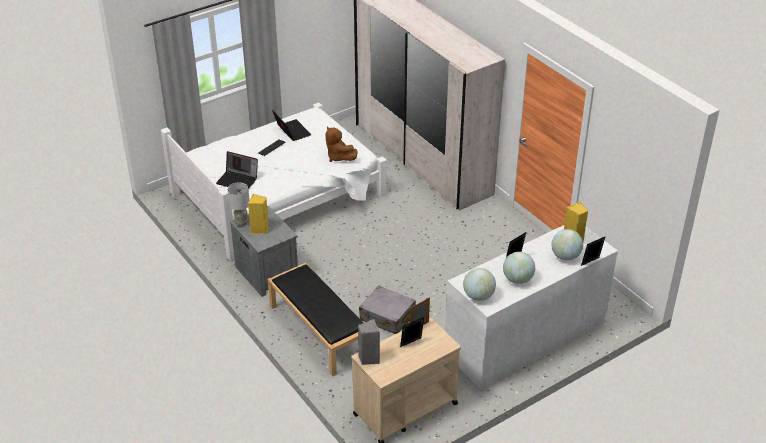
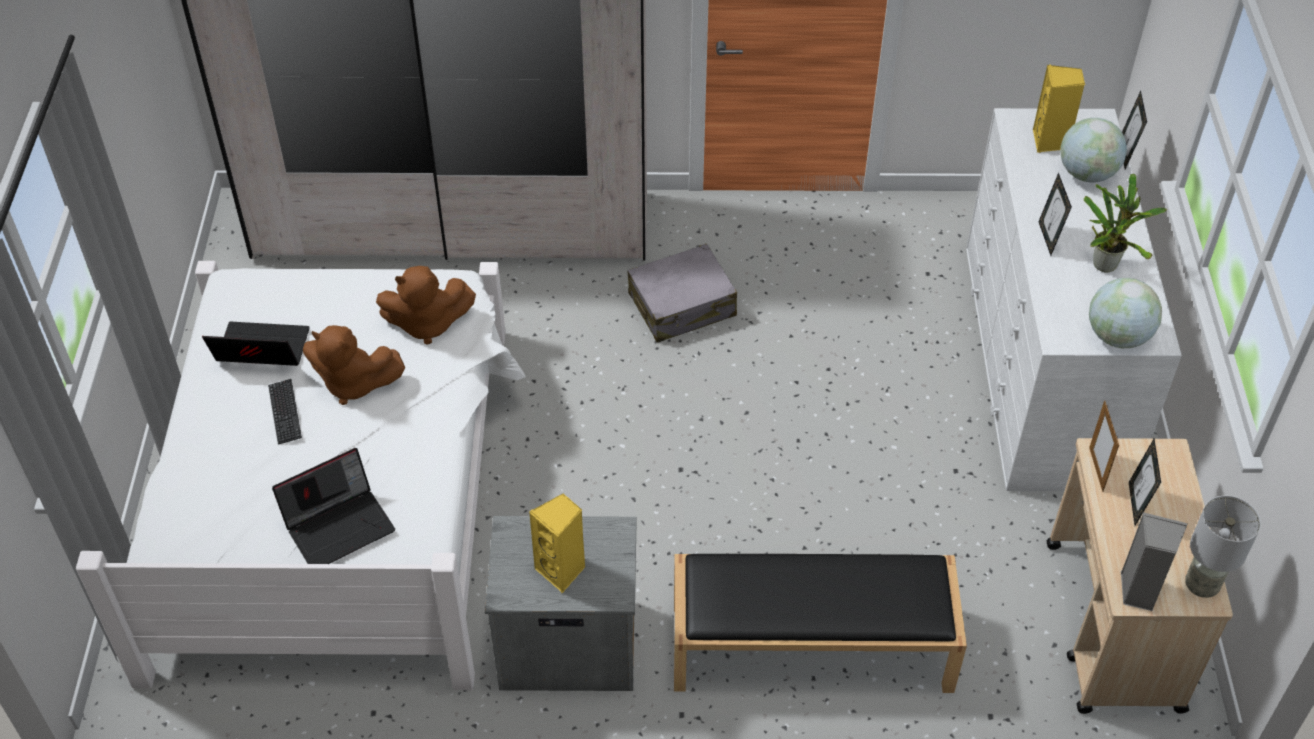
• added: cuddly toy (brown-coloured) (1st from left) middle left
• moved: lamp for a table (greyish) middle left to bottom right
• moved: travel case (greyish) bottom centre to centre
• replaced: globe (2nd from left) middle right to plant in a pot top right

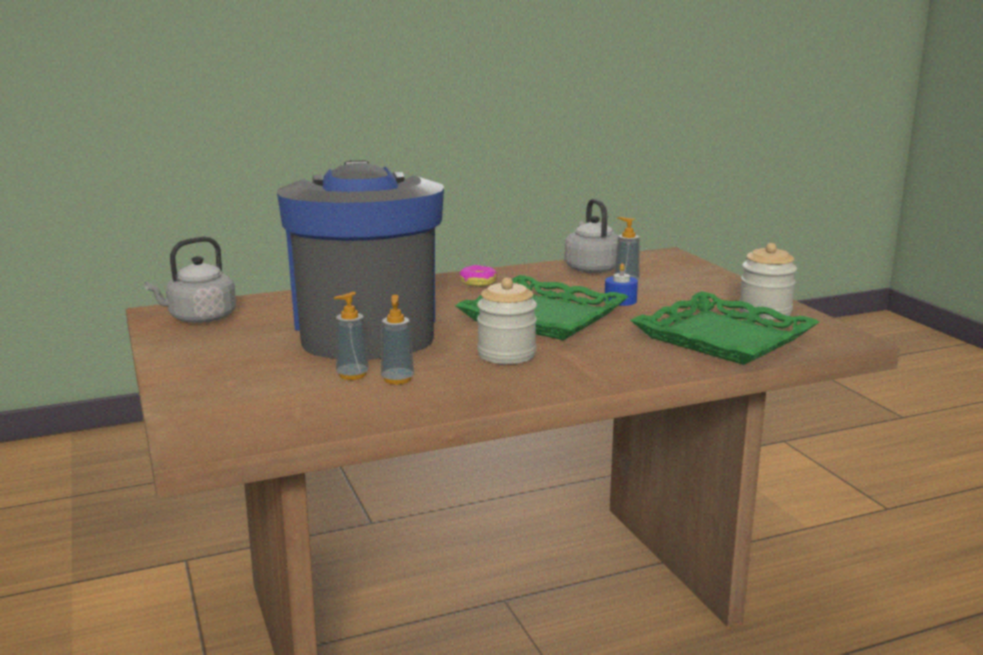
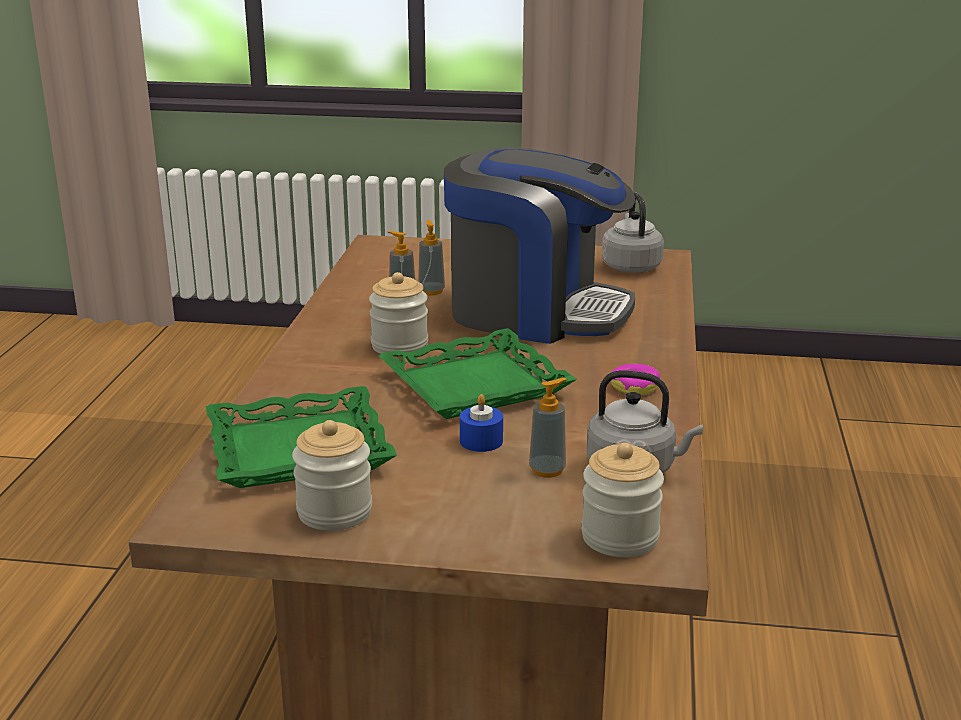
• added: preserve jar (3rd from left) bottom centre

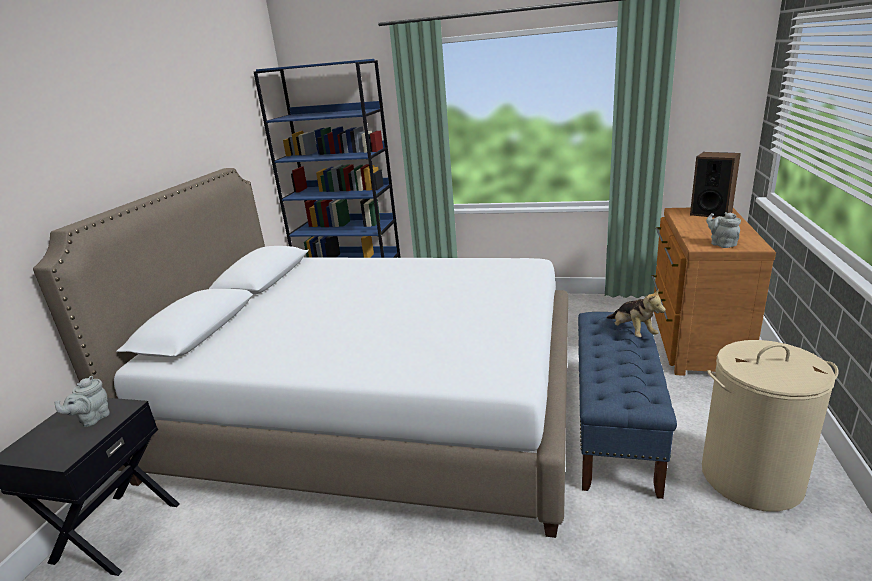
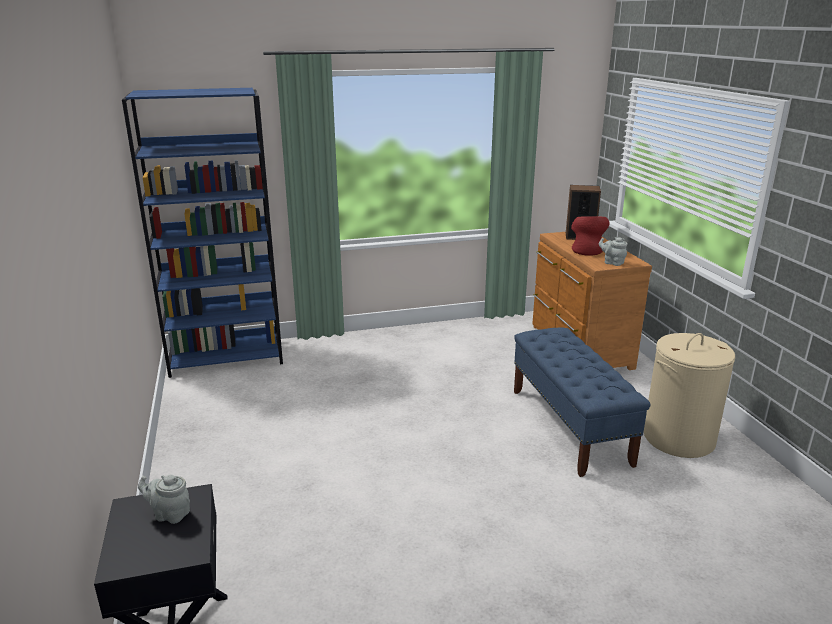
• removed: sleeping bed (white-coloured) centre
• removed: cuddly toy middle right
• added: decorative vase (red) middle right
• turned: pot for tea (greyish) (1st from left) bottom left = bottom left 105 degrees clockwise

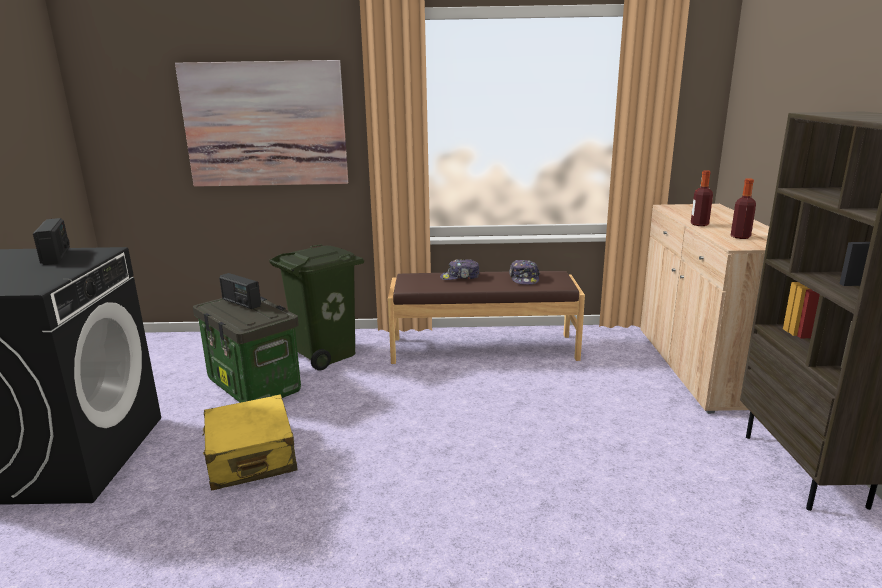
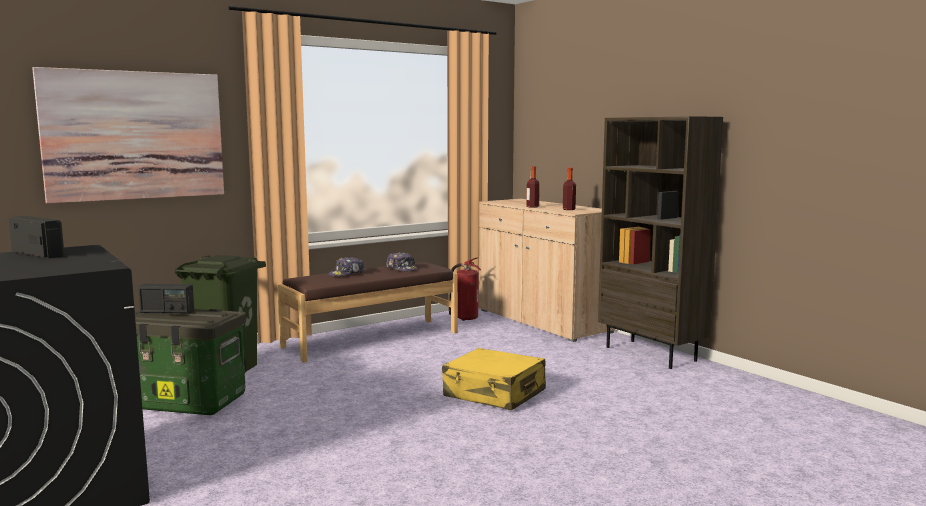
• added: extinguisher centre
• moved: travel case (yellow-coloured) bottom left to bottom centre

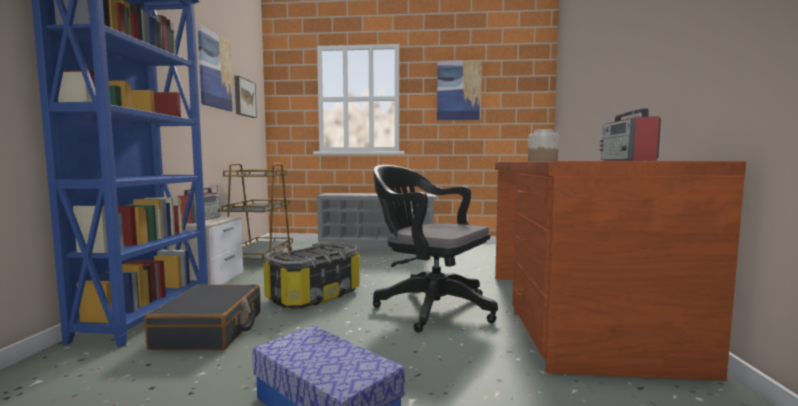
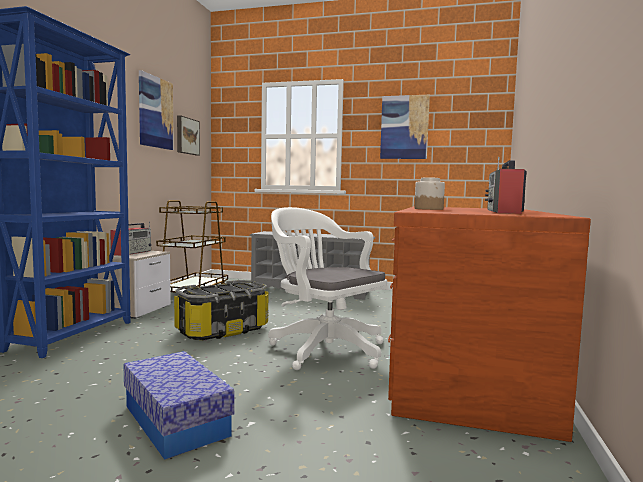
• removed: travel case (black-coloured) bottom left
• recoloured: office chair (black-coloured) centre to office chair (white-coloured) centre

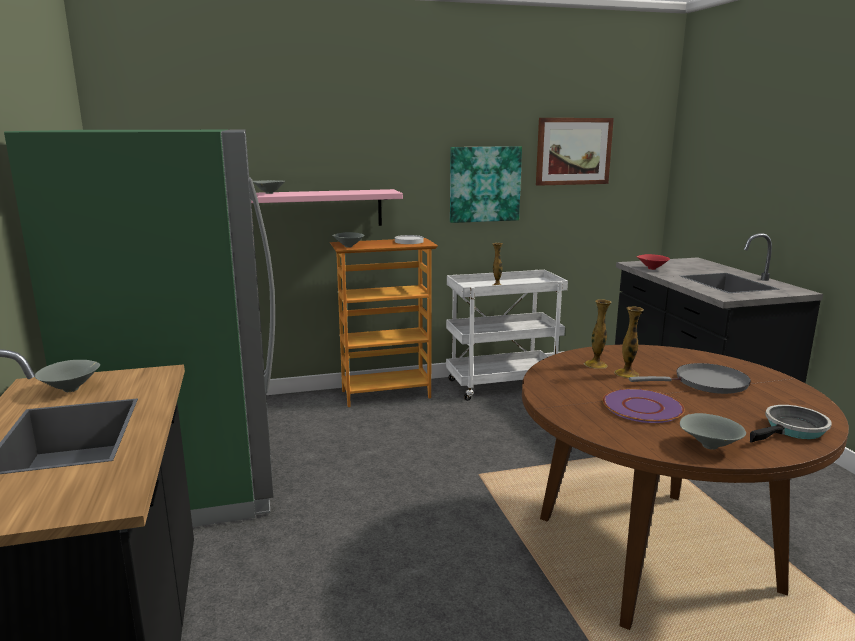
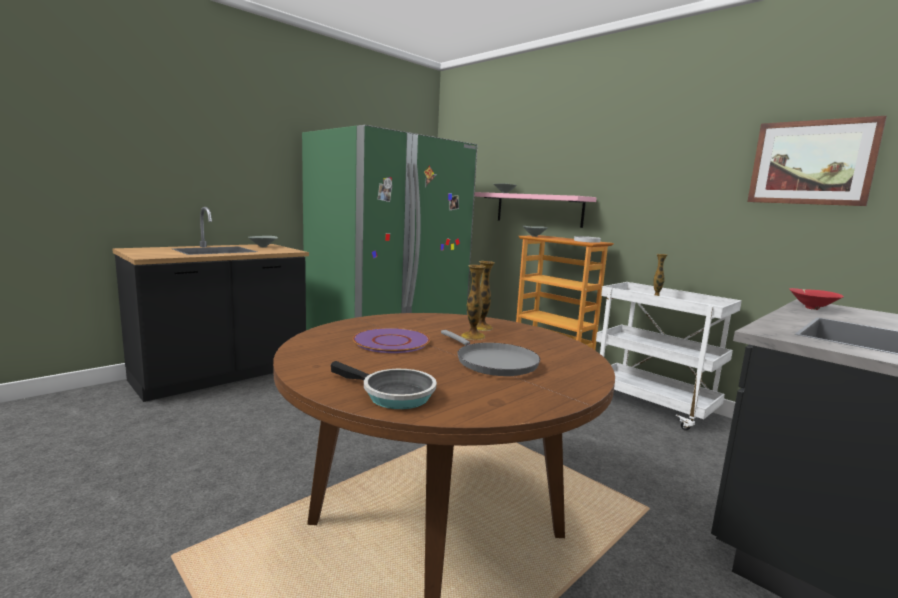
• removed: wall art (1st from left) top centre
• removed: bowl (greyish) (4th from left) bottom right

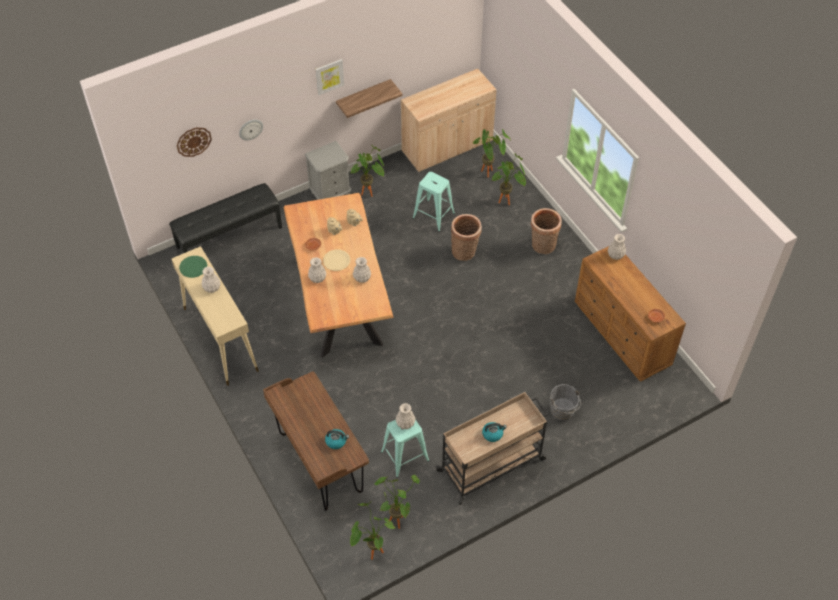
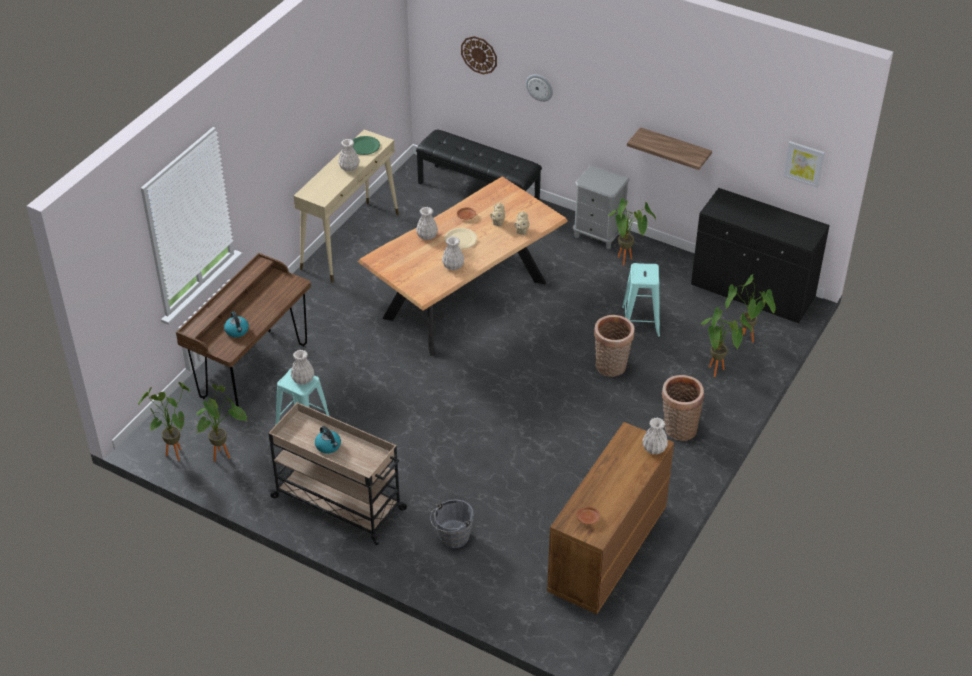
• moved: wall art top centre to top right
• recoloured: storage cabinet (beige-coloured) top centre to storage cabinet (black-coloured) middle right

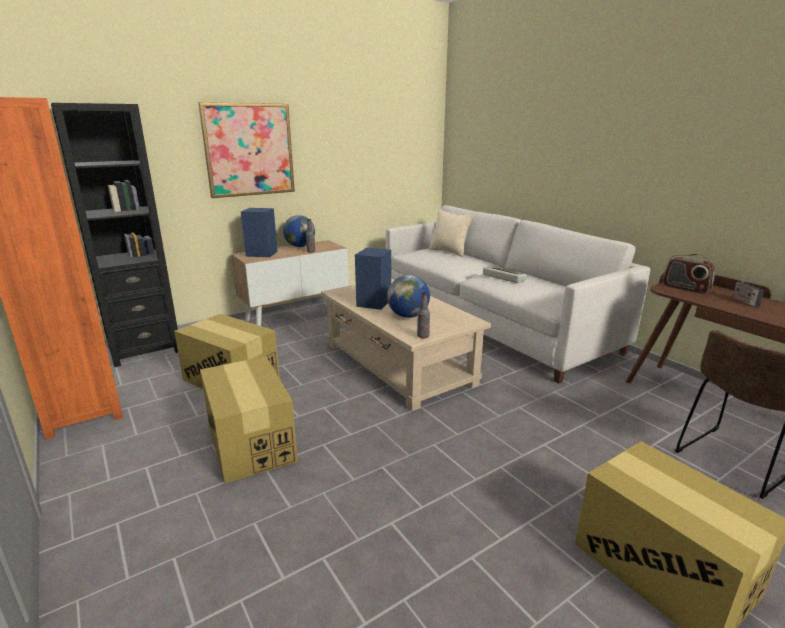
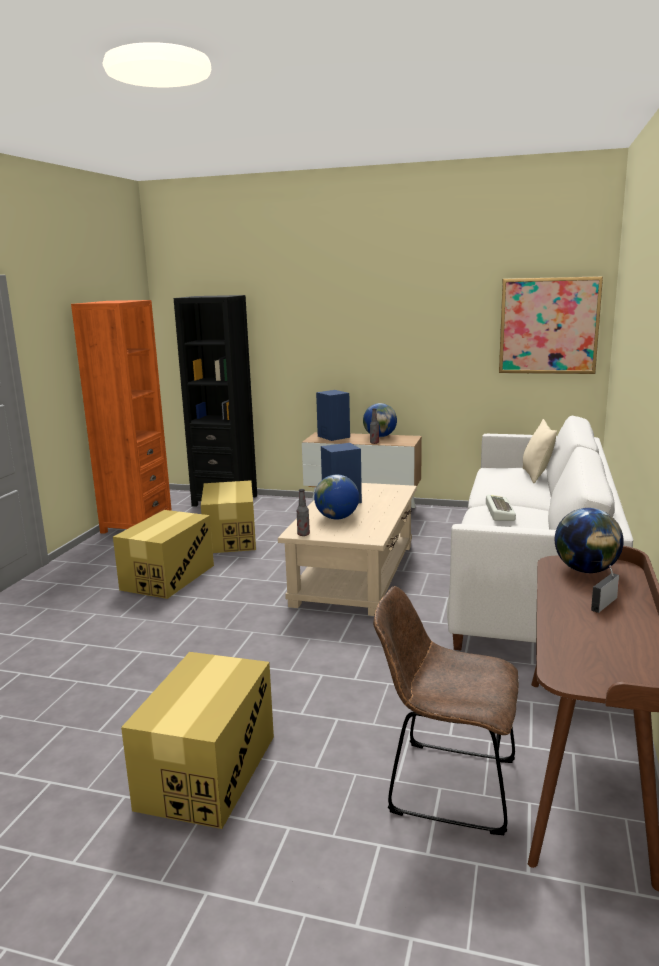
• moved: wall art top left to middle right
• replaced: radio receiver (1st from left) middle right to globe (3rd from left) middle right

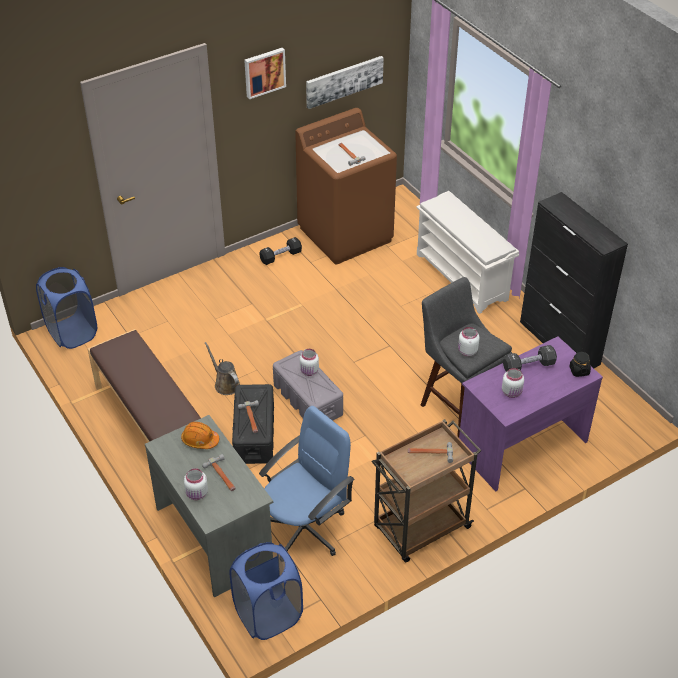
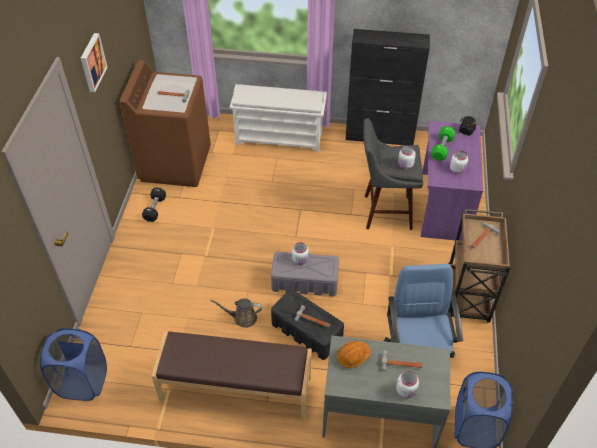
• removed: wall art (2nd from left) top centre
• recoloured: dumbbell (black-coloured) (2nd from left) middle right to dumbbell (green) top right

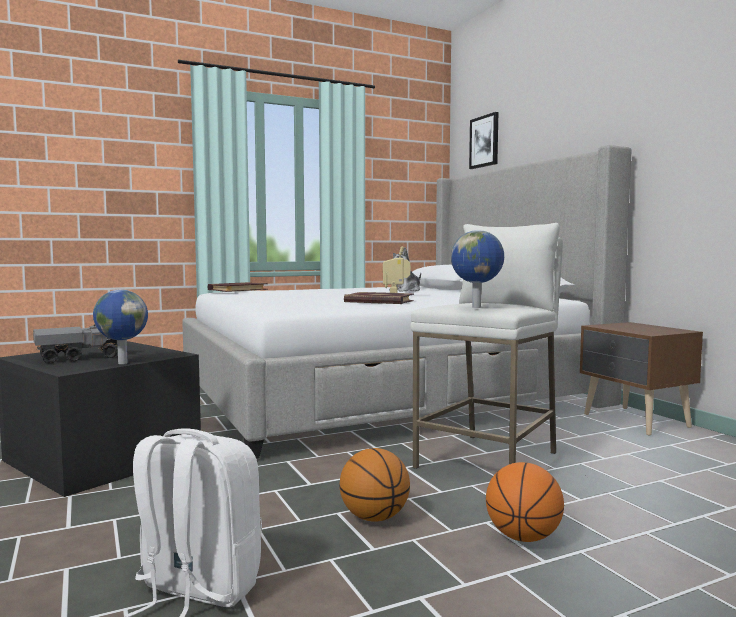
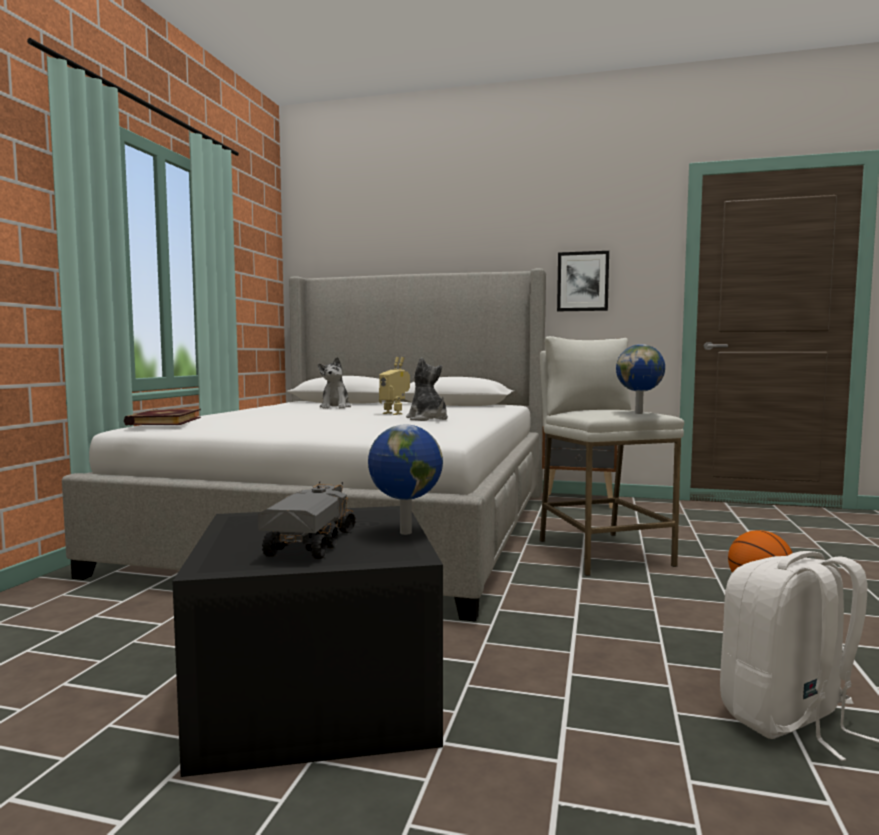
• removed: basketball ball (1st from left) bottom centre
• moved: wall art top centre to centre
• replaced: book (2nd from left) centre to cuddly toy (2nd from left) centre

